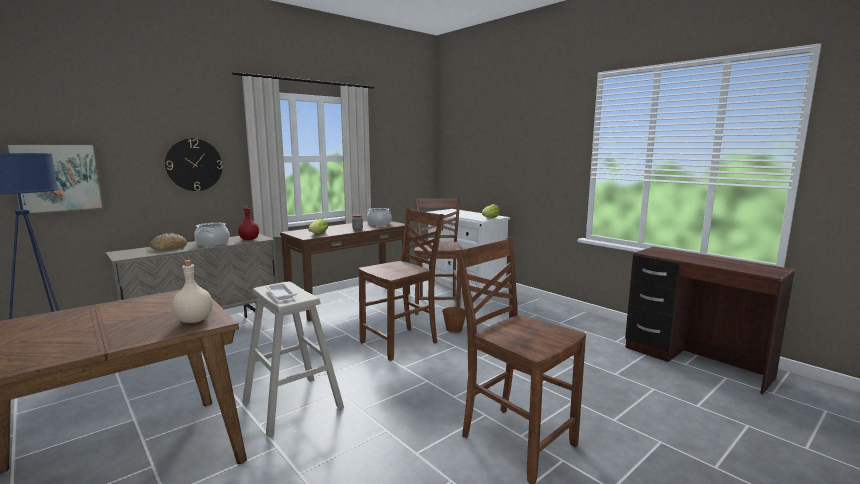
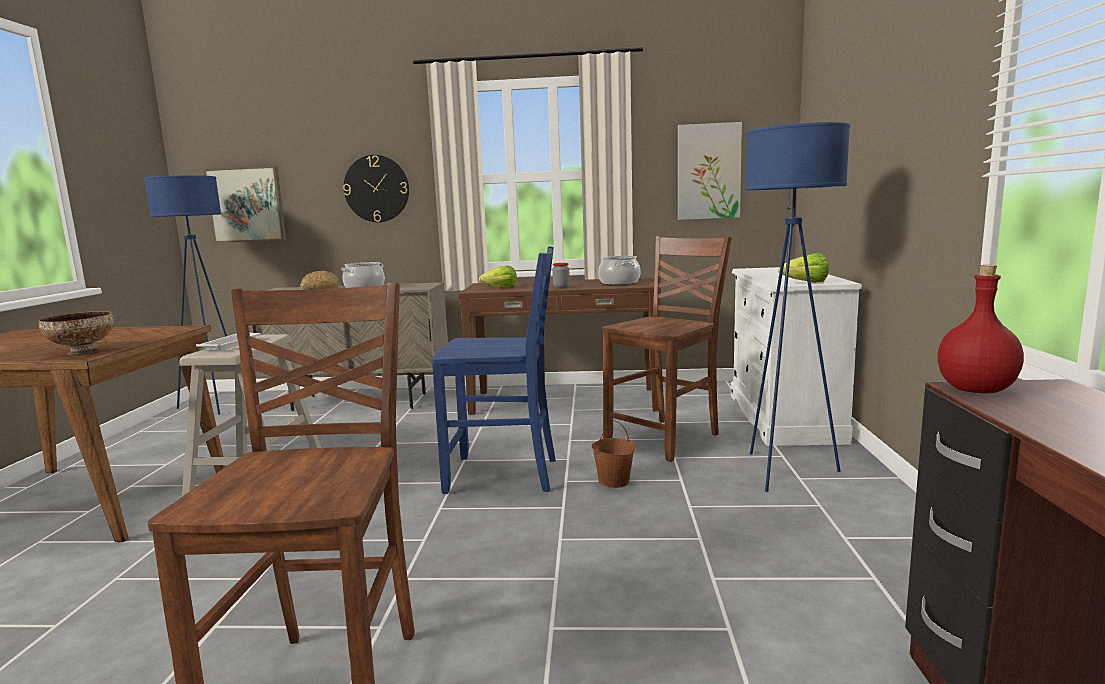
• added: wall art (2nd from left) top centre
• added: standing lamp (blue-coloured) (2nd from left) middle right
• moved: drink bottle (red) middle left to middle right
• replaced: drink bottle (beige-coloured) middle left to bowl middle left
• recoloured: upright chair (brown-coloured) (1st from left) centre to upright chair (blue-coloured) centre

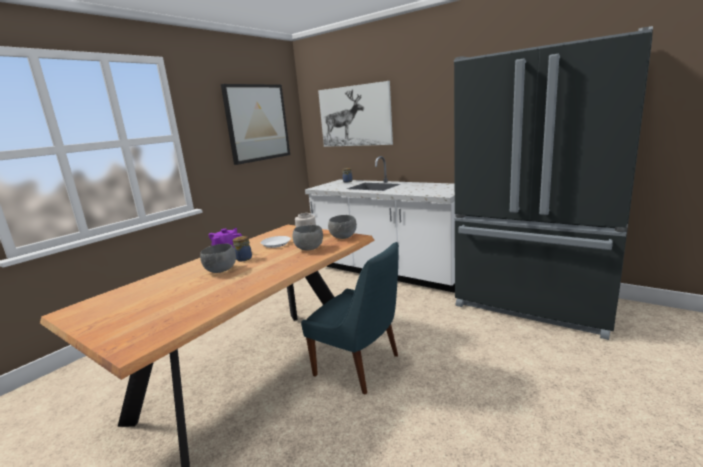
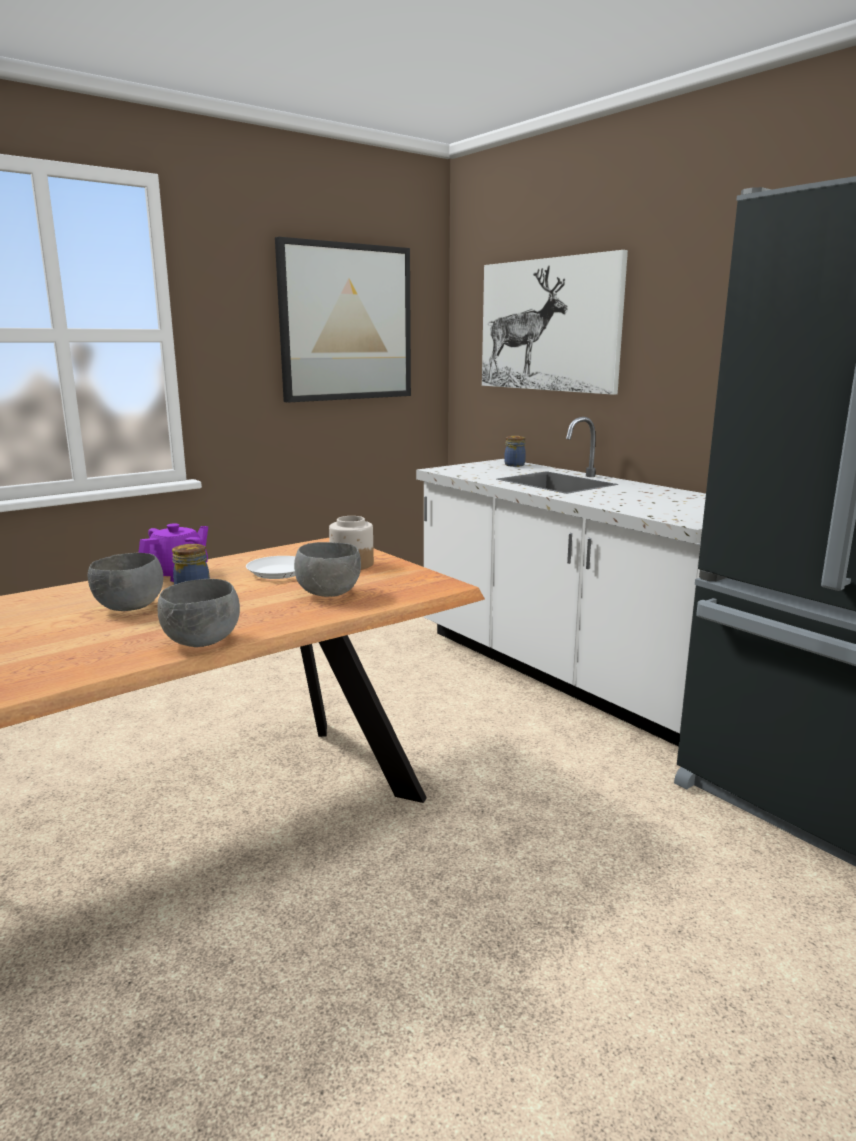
• removed: upright chair (blue-coloured) bottom centre
• moved: bowl (greyish) (3rd from left in the first image) centre to bowl (greyish) (2nd from left) middle left

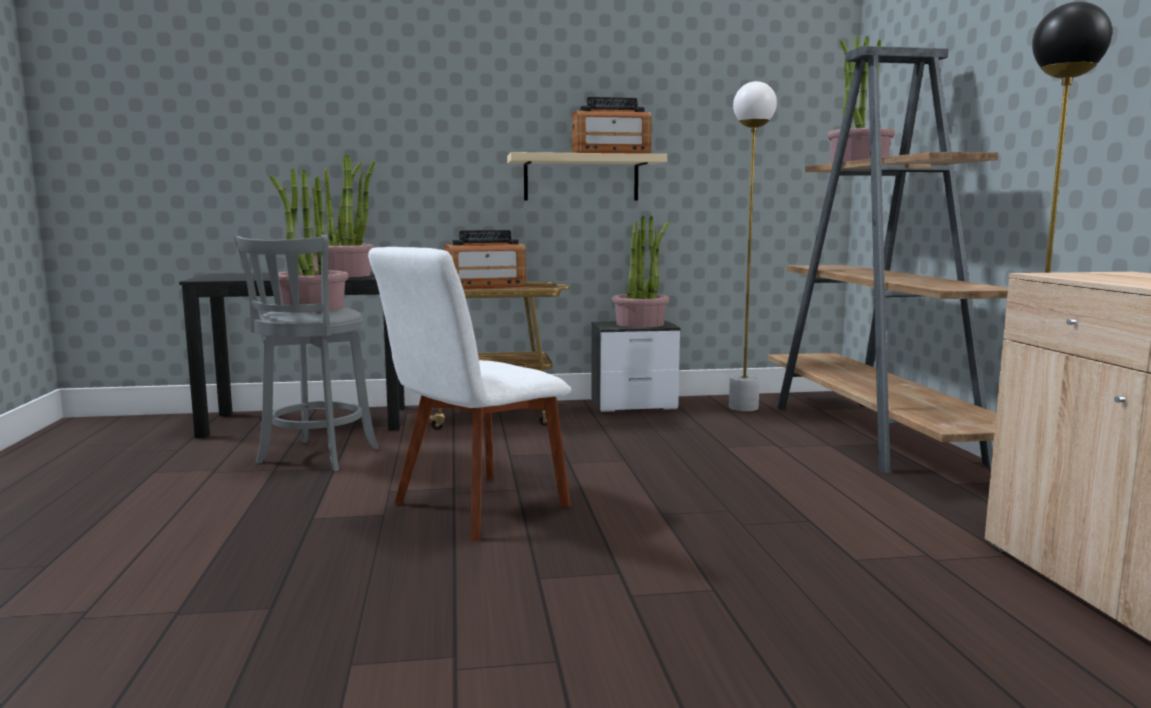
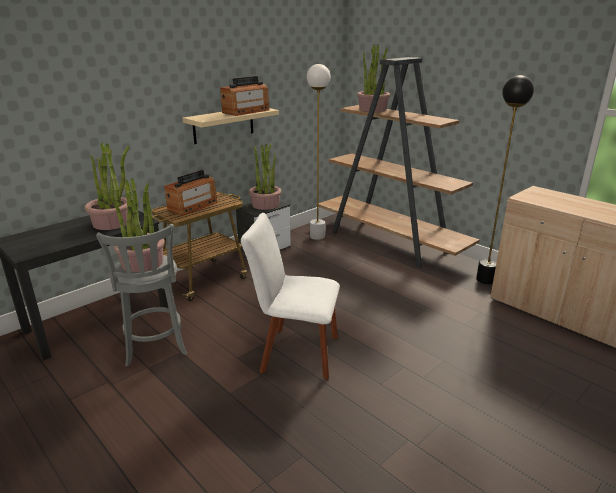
• turned: upright chair (white-coloured) centre = centre 90 degrees clockwise

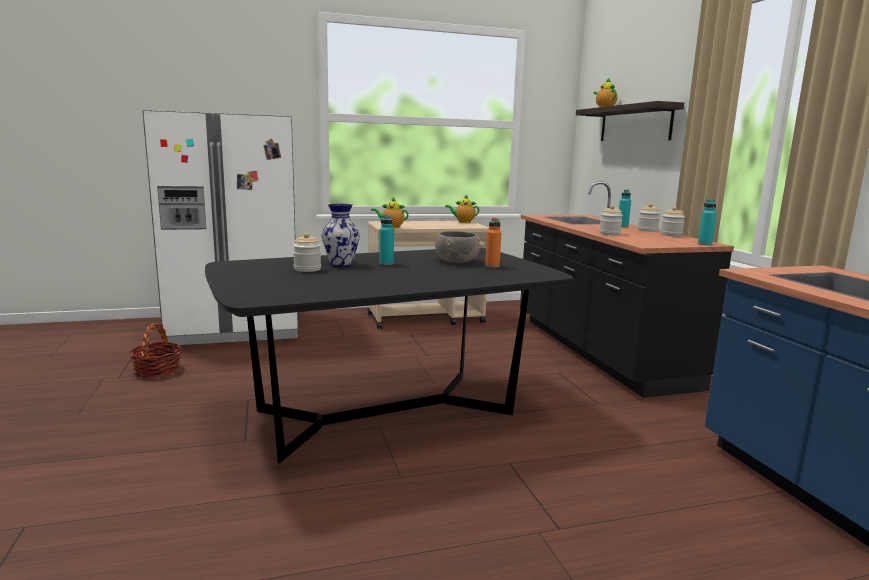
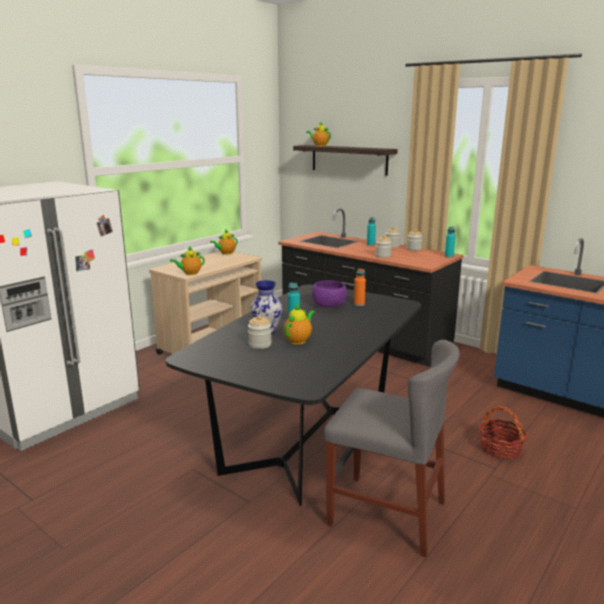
• added: pot for tea (3rd from left) centre
• added: upright chair (greyish) bottom centre
• moved: household basket middle left to bottom right
• recoloured: bowl (greyish) centre to bowl (purple) centre

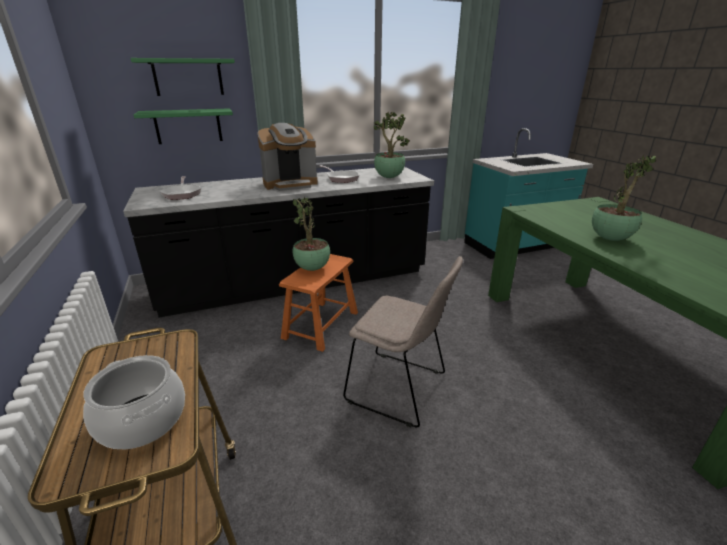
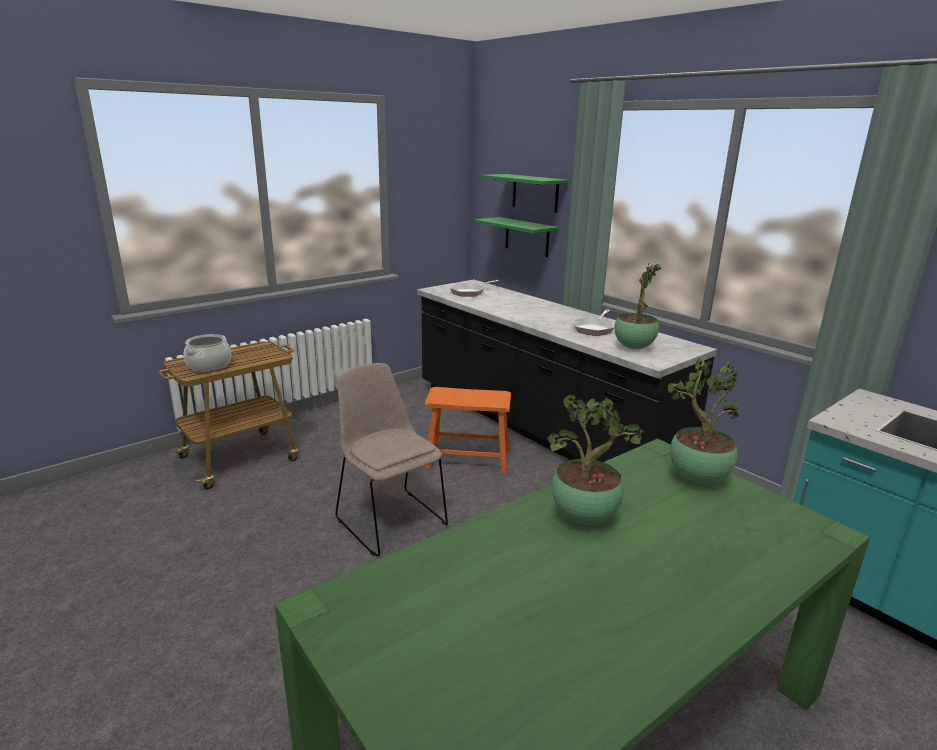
• removed: coffee machine top centre
• moved: plant in a pot (1st from left in the first image) centre to plant in a pot (3rd from left) middle right
• turned: upright chair (beige-coloured) centre = centre 135 degrees clockwise

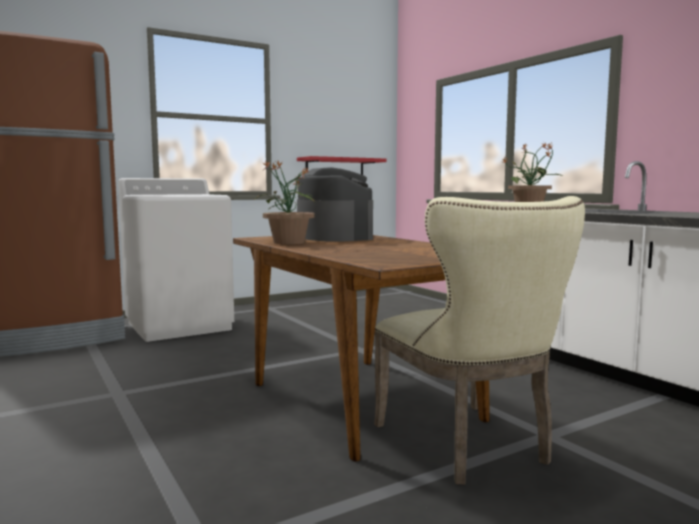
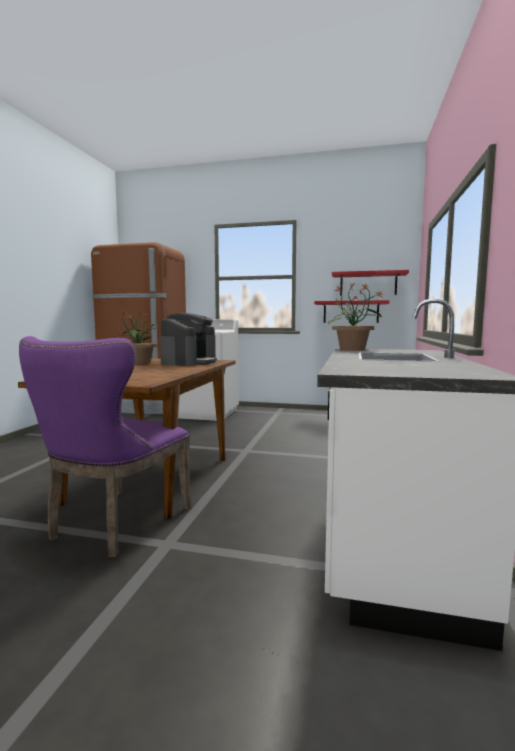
• added: wall shelf (red) (2nd from left) middle right
• recoloured: upright chair (beige-coloured) middle right to upright chair (purple) middle left

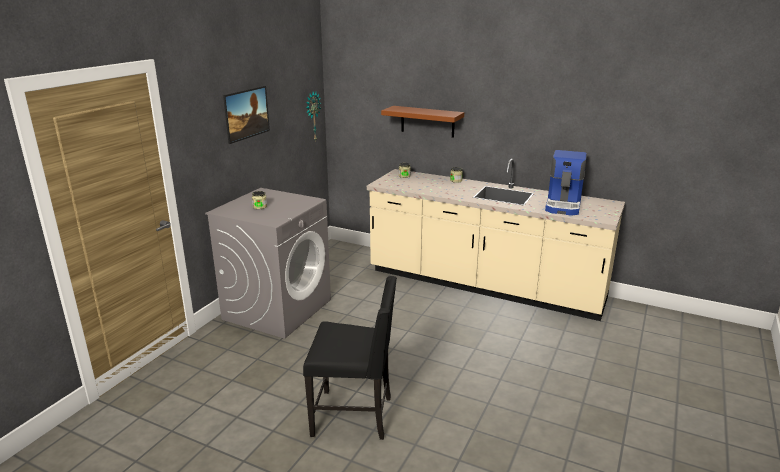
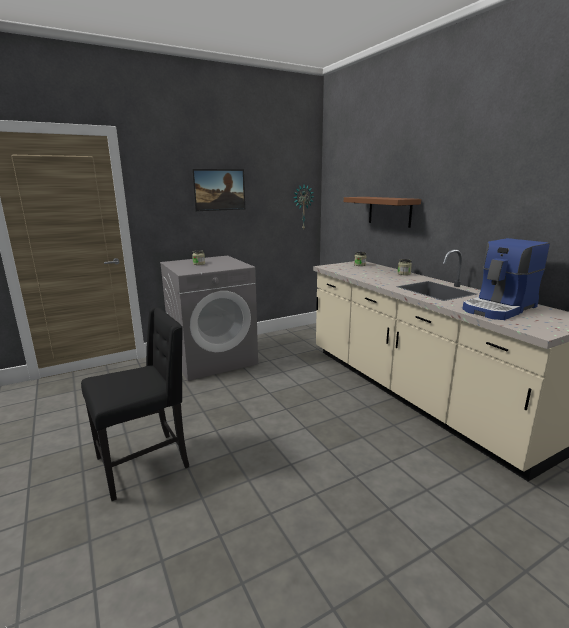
• turned: upright chair (black-coloured) bottom centre = middle left 75 degrees counterclockwise

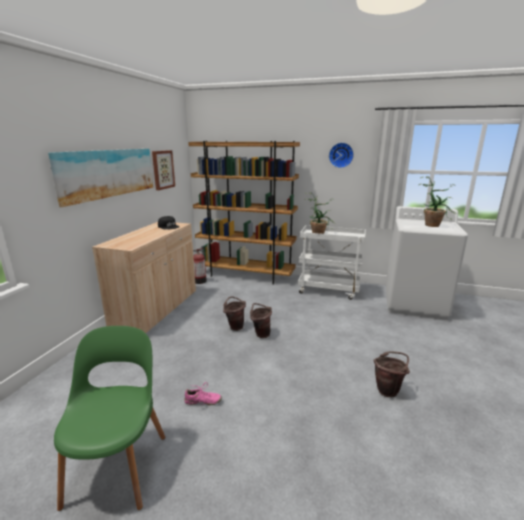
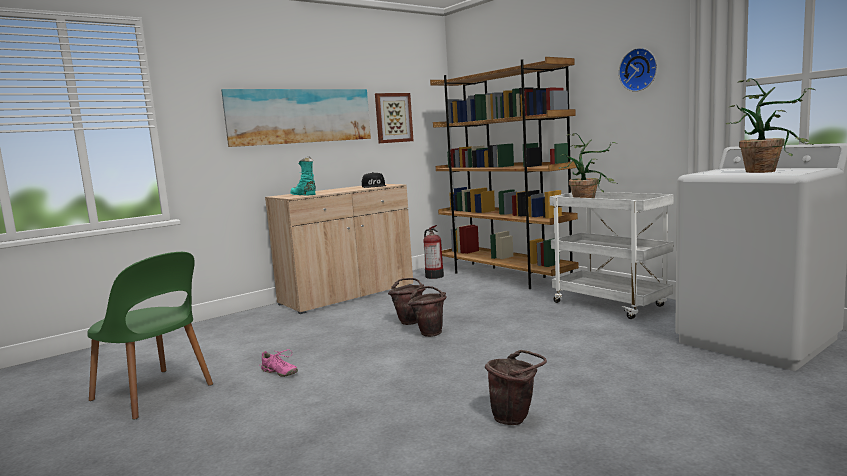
• added: boot (turquoise) centre
• turned: upright chair (green) bottom left = bottom left 90 degrees clockwise

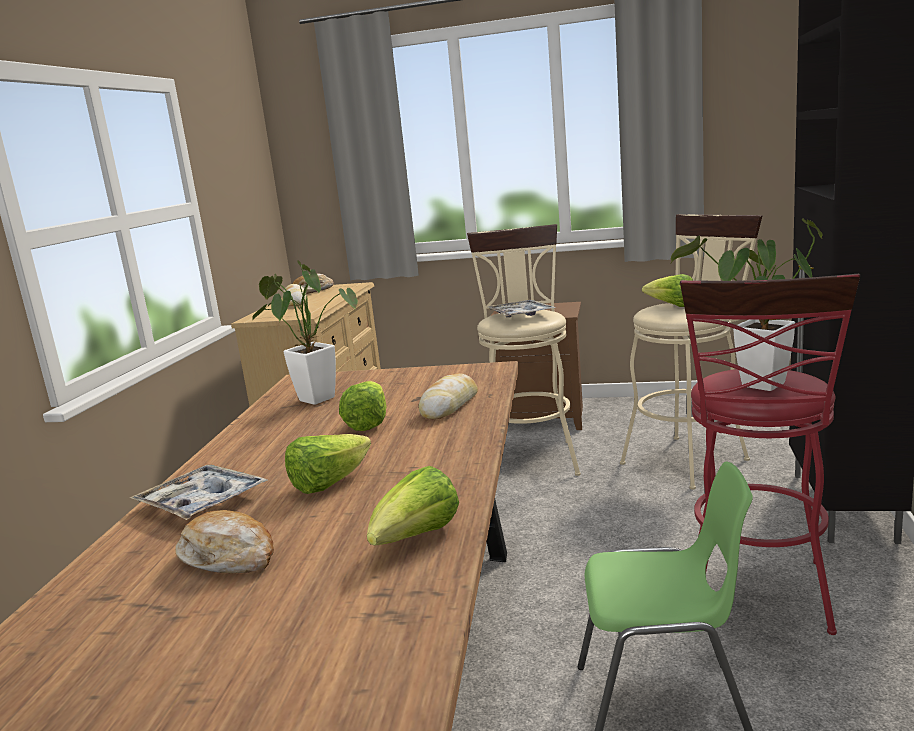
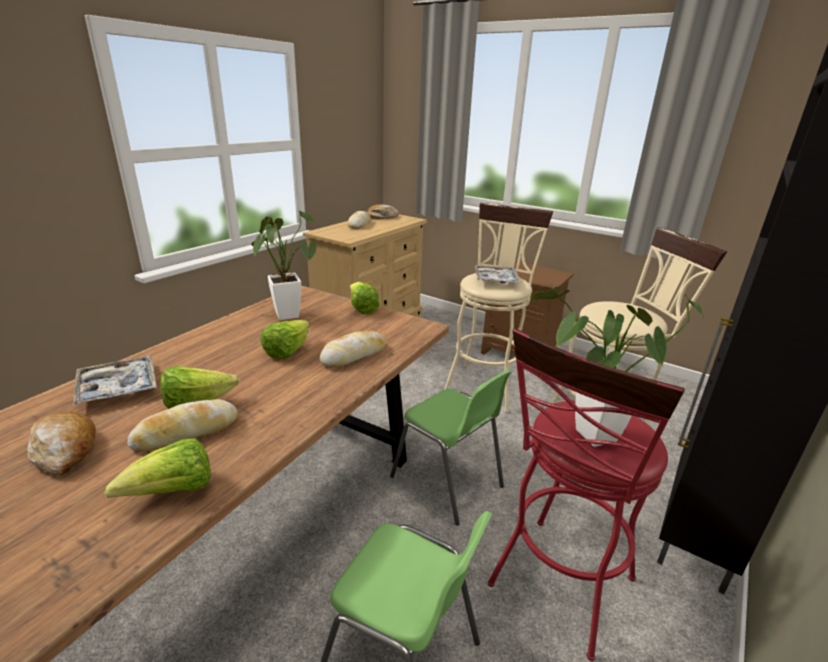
• added: baked bread (2nd from left) middle left
• added: upright chair (green) (2nd from left) bottom centre
• moved: lettuce (4th from left) middle right to centre

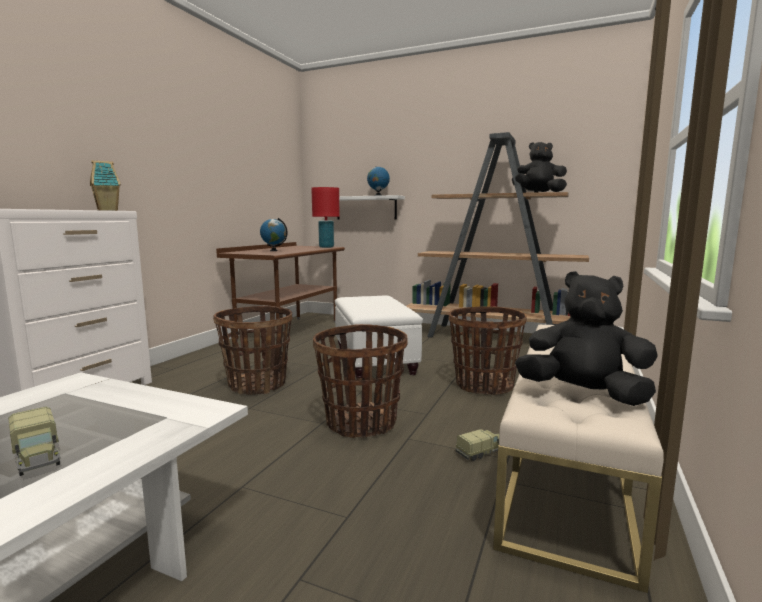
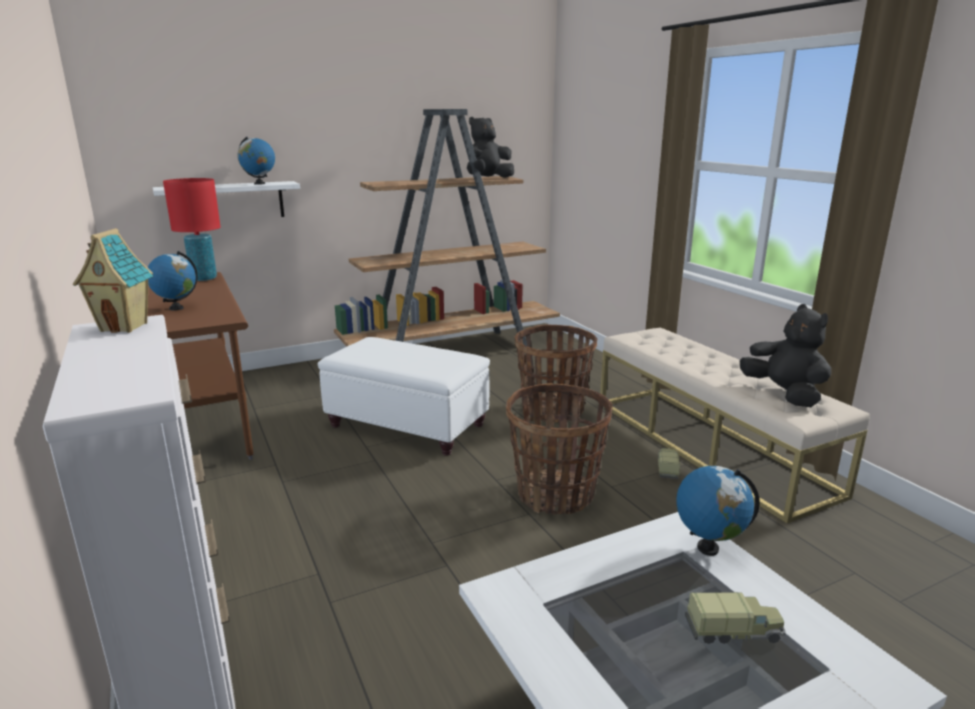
• removed: household basket (1st from left) middle left
• added: globe (3rd from left) bottom right
• turned: cuddly toy (black-coloured) (2nd from left) middle right = middle right 90 degrees clockwise

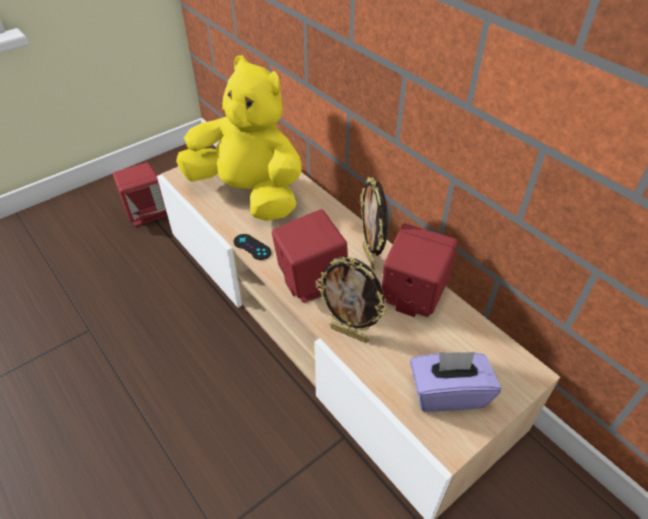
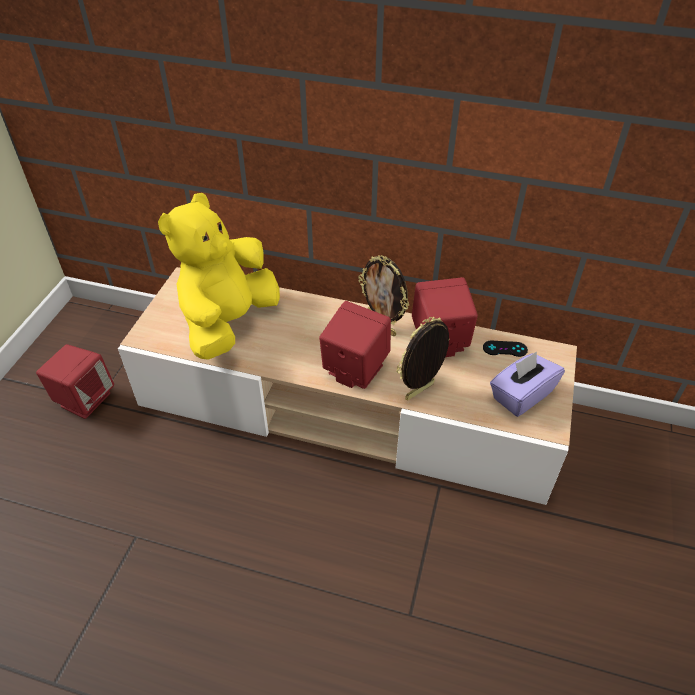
• moved: joypad (black-coloured) centre to middle right
• turned: cuddly toy (yellow-coloured) top centre = middle left 60 degrees counterclockwise
• turned: standing frame (1st from left in the first image) centre = centre 150 degrees clockwise

